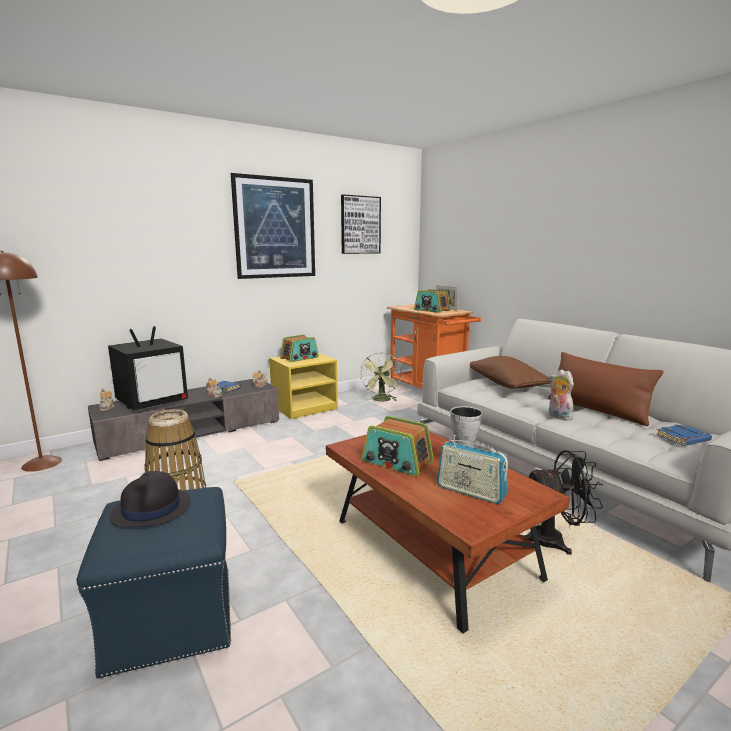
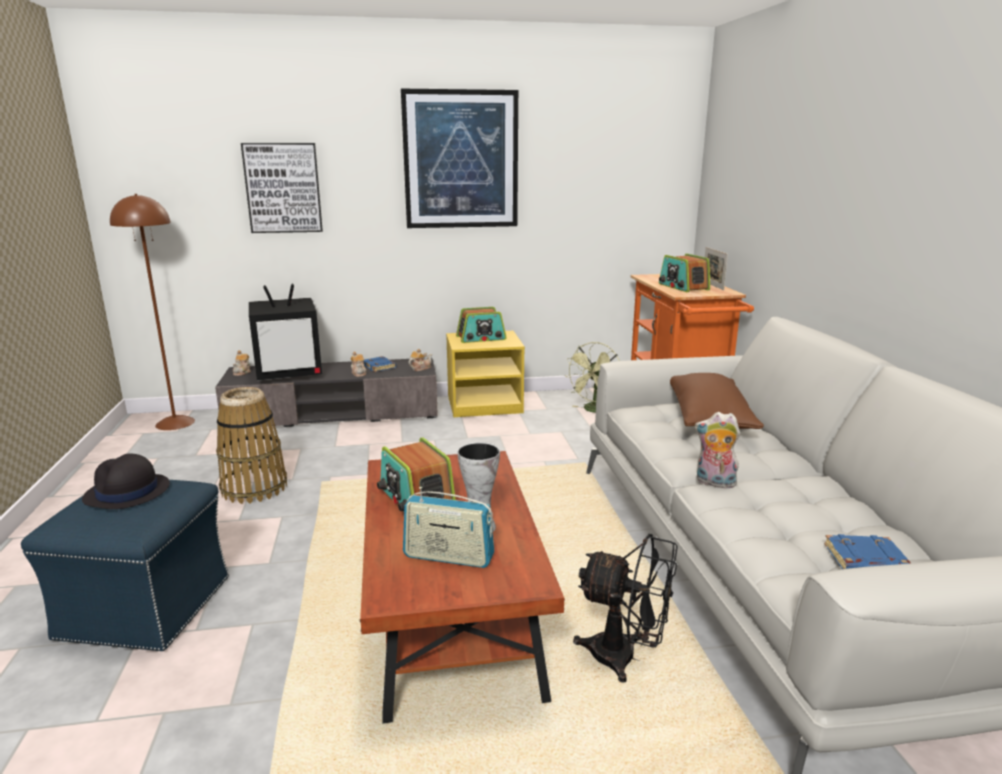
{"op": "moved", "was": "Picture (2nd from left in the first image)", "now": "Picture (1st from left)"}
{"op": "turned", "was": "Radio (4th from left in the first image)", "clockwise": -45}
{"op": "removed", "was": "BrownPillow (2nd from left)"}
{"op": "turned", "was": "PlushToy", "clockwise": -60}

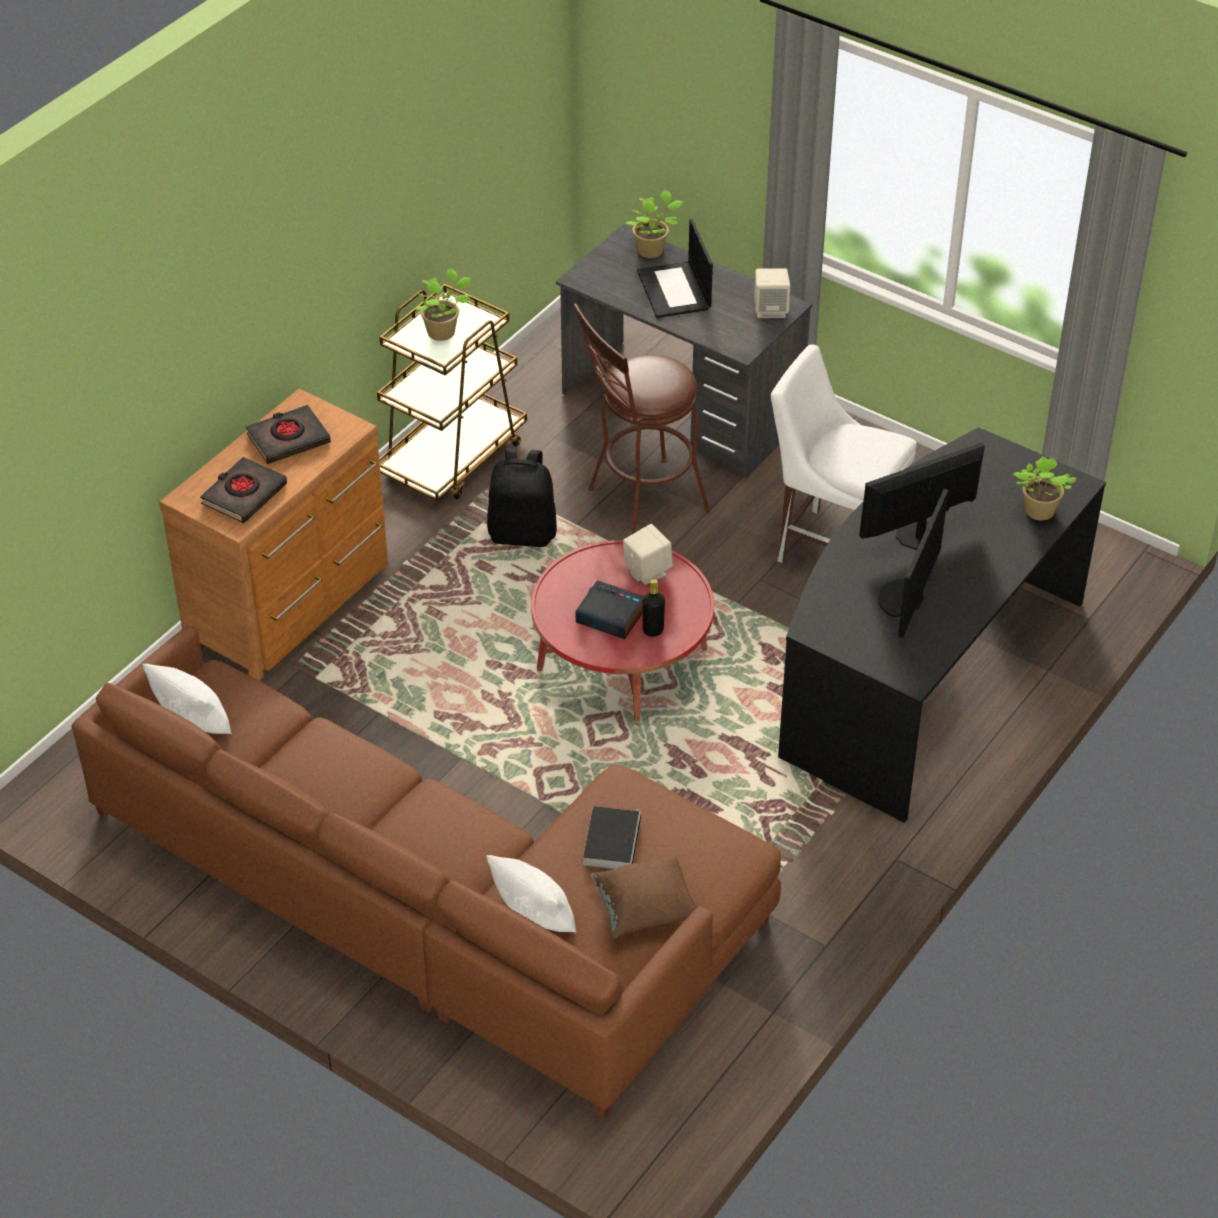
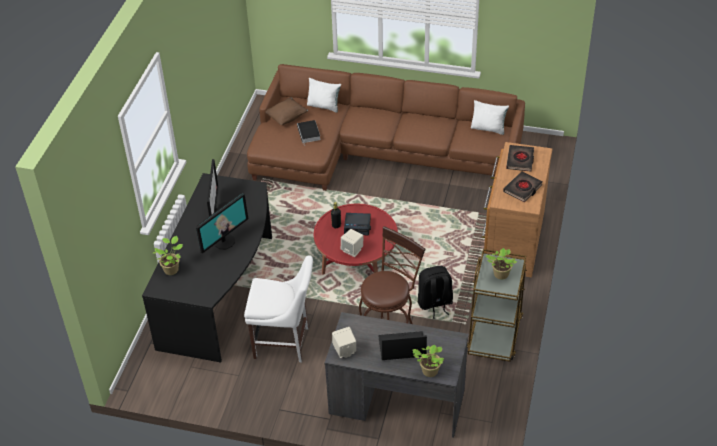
{"op": "turned", "was": "Laptop", "clockwise": -60}

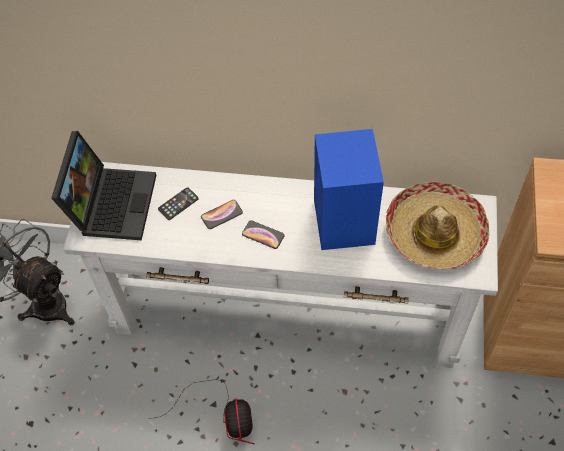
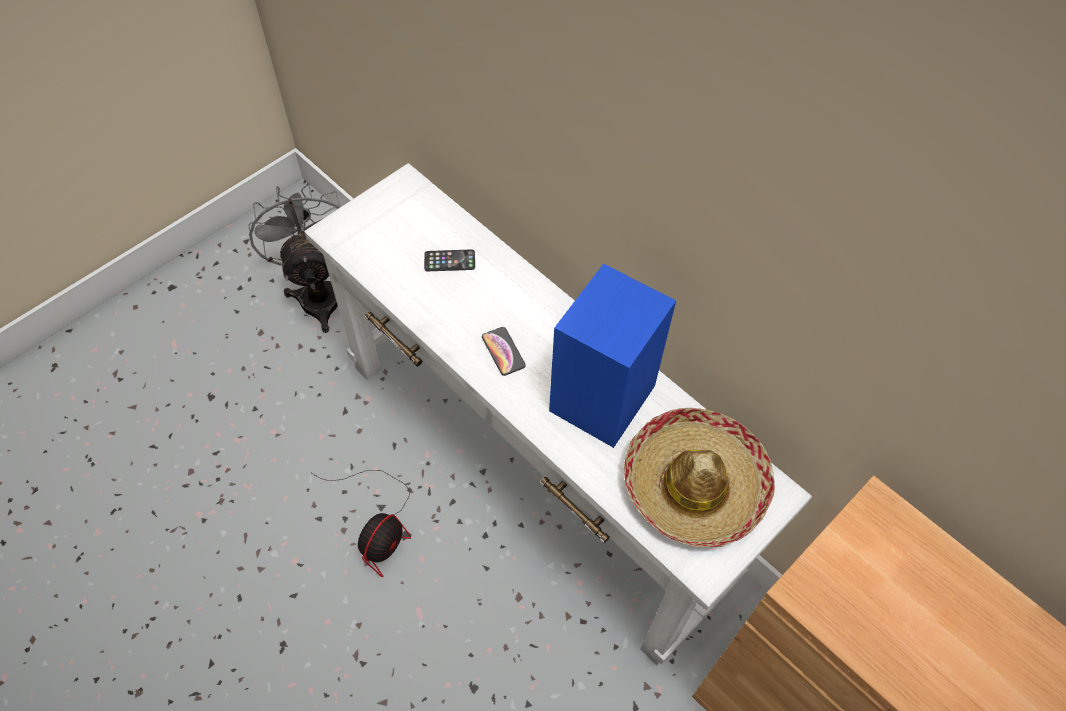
{"op": "removed", "was": "Laptop"}
{"op": "removed", "was": "Phone (2nd from left)"}

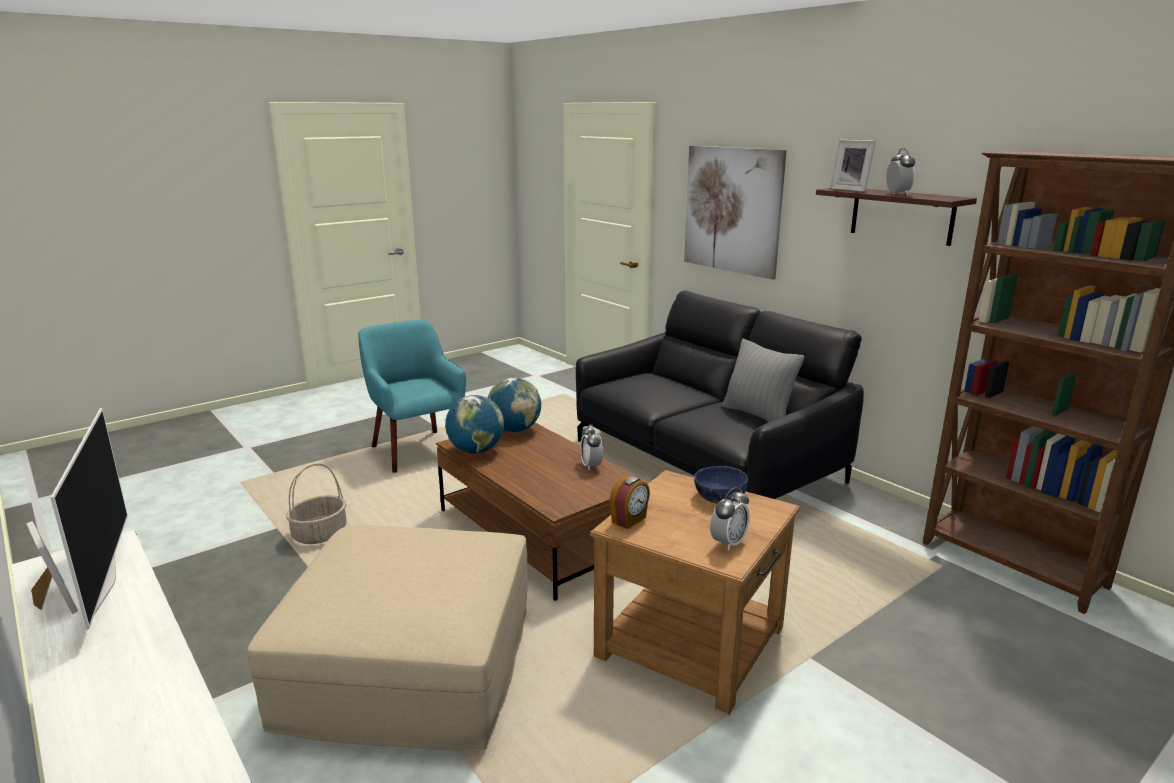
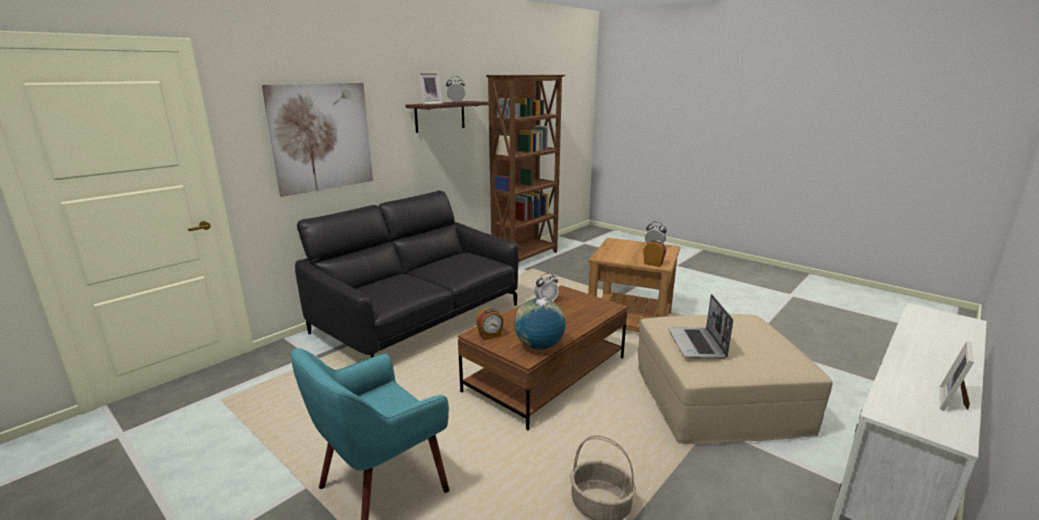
{"op": "removed", "was": "Television"}
{"op": "replaced", "was": "Globe (2nd from left)", "now": "AlarmClock (2nd from left)"}
{"op": "removed", "was": "BlueBowl"}
{"op": "removed", "was": "GreyPillow"}
{"op": "added", "now": "Laptop"}

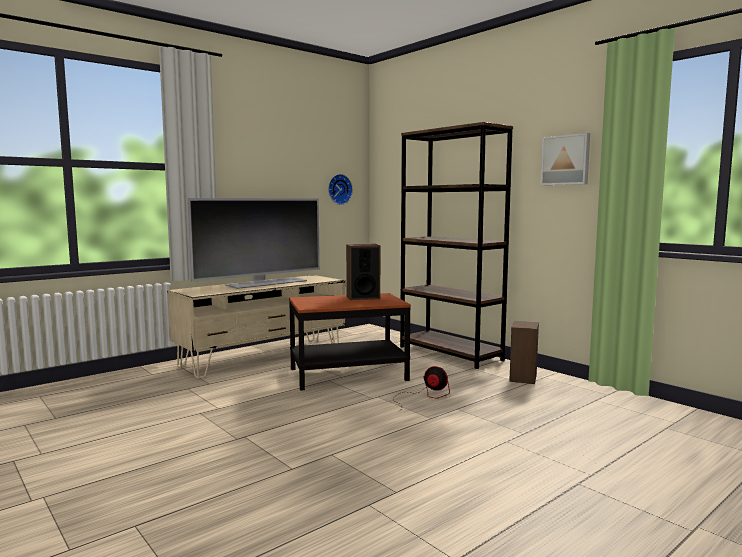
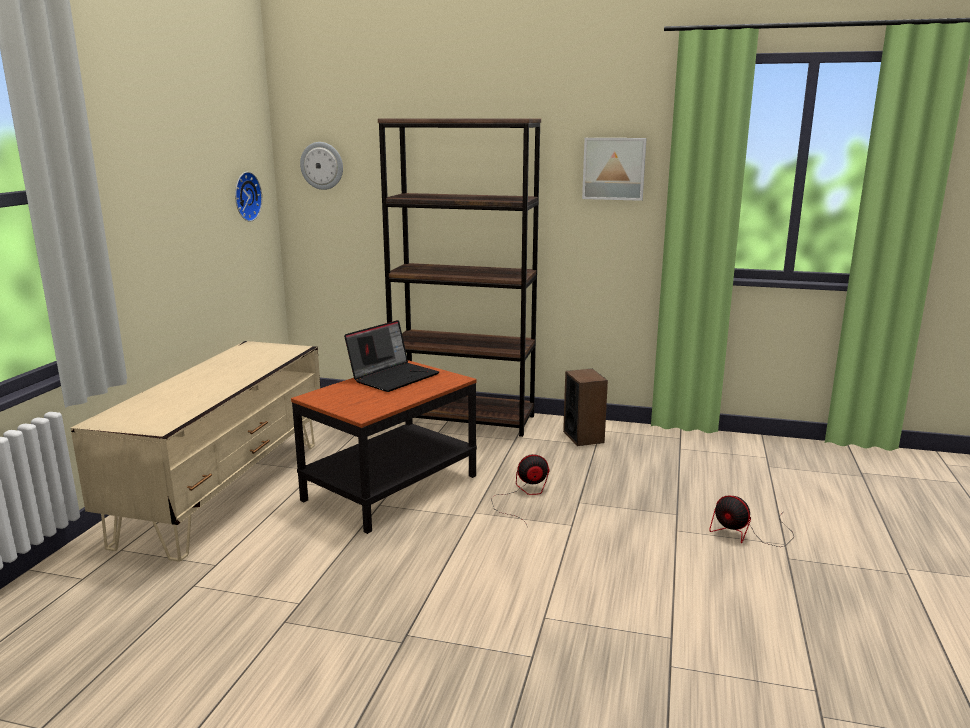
{"op": "removed", "was": "Television"}
{"op": "replaced", "was": "Speaker (1st from left)", "now": "Laptop"}
{"op": "added", "now": "WallClock (2nd from left)"}
{"op": "added", "now": "Fan (2nd from left)"}

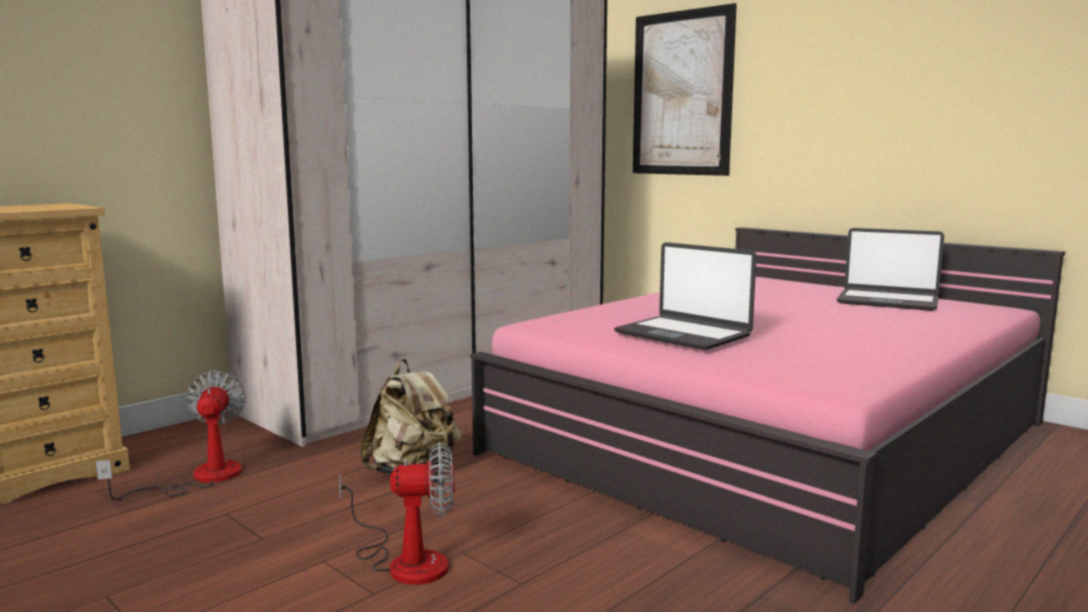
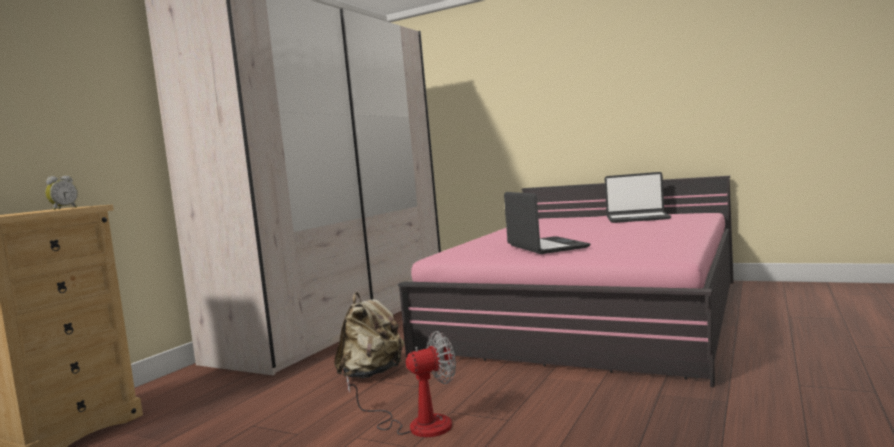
{"op": "removed", "was": "Fan (1st from left)"}
{"op": "turned", "was": "Laptop (1st from left)", "clockwise": -135}
{"op": "removed", "was": "Picture"}
{"op": "added", "now": "AlarmClock"}

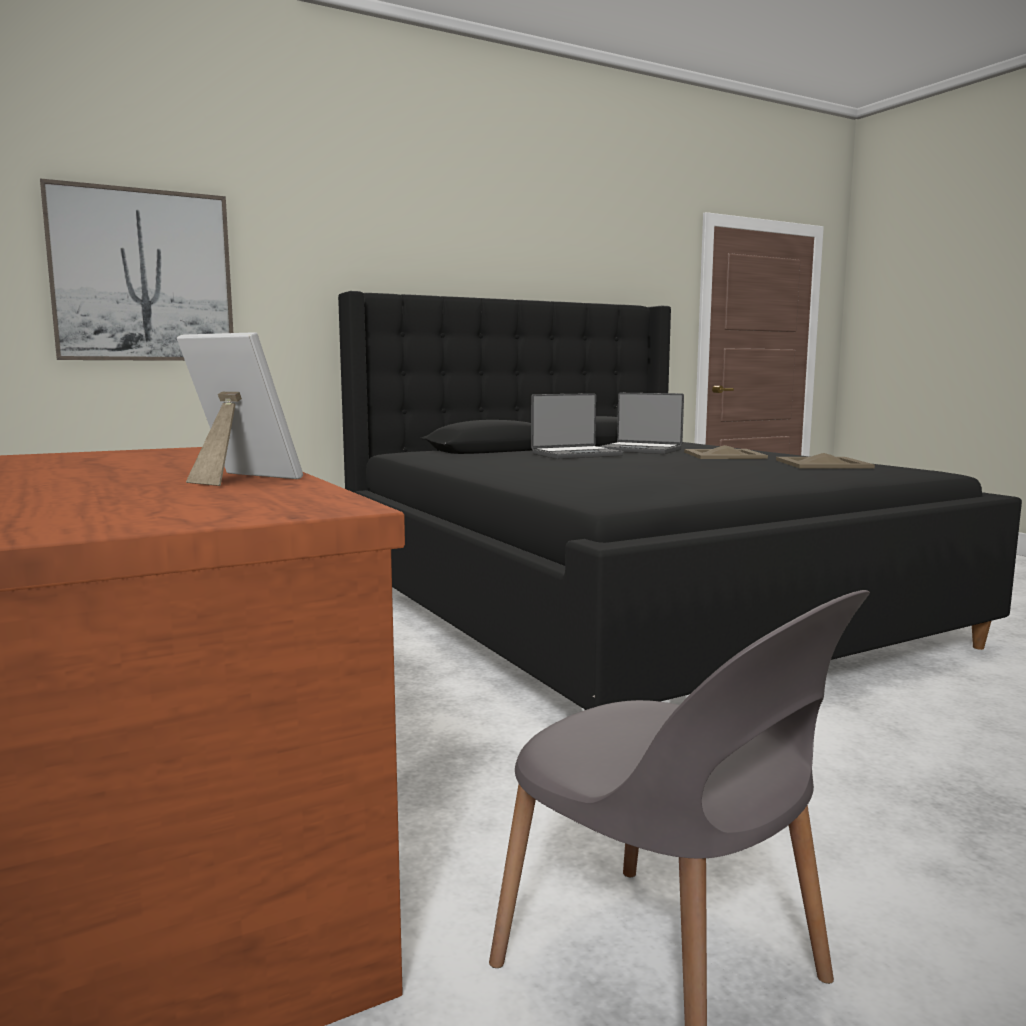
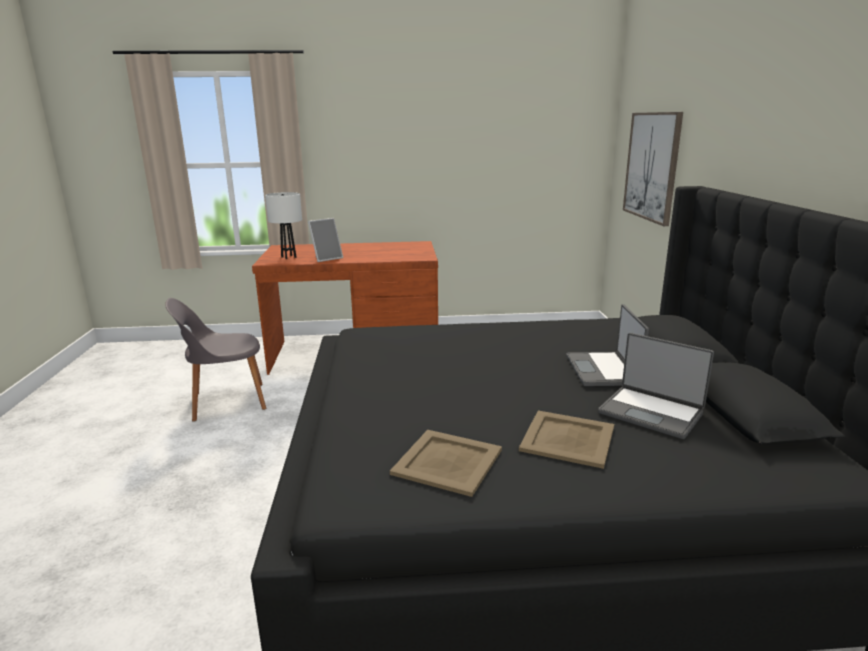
{"op": "turned", "was": "Laptop (2nd from left)", "clockwise": -105}
{"op": "added", "now": "WhiteTableLamp"}

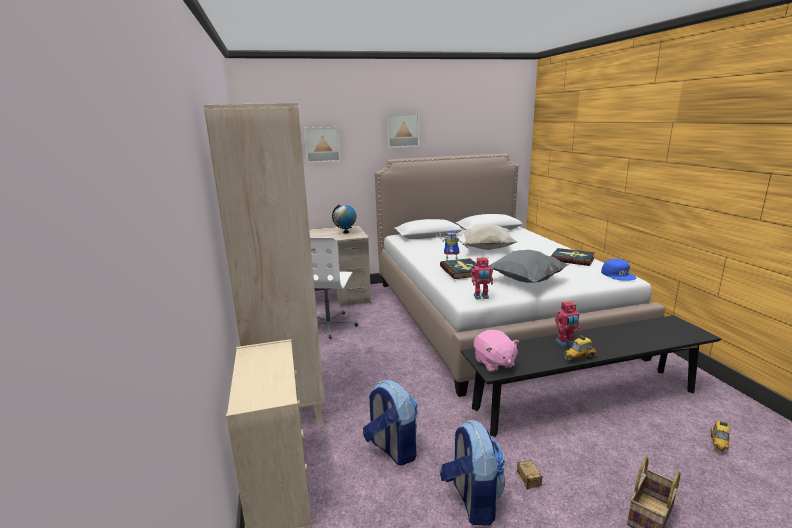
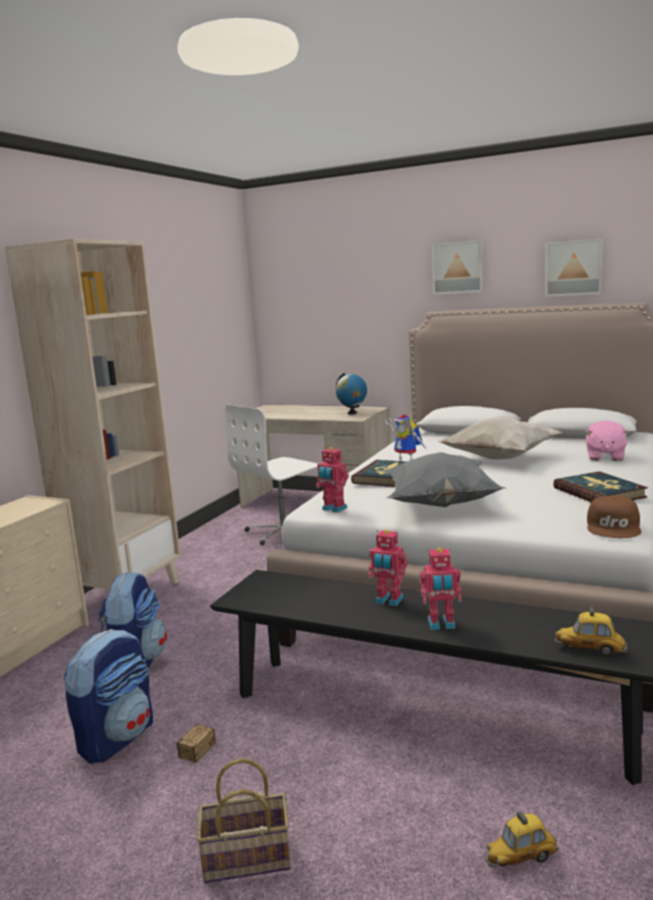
{"op": "moved", "was": "Picture (1st from left in the first image)", "now": "Picture (2nd from left)"}
{"op": "moved", "was": "PinkPlushToy"}
{"op": "moved", "was": "ToyCar (1st from left in the first image)", "now": "ToyCar (2nd from left)"}
{"op": "recoloured", "was": "BlueCap", "now": "BrownCap"}
{"op": "added", "now": "ToyRobot (4th from left)"}

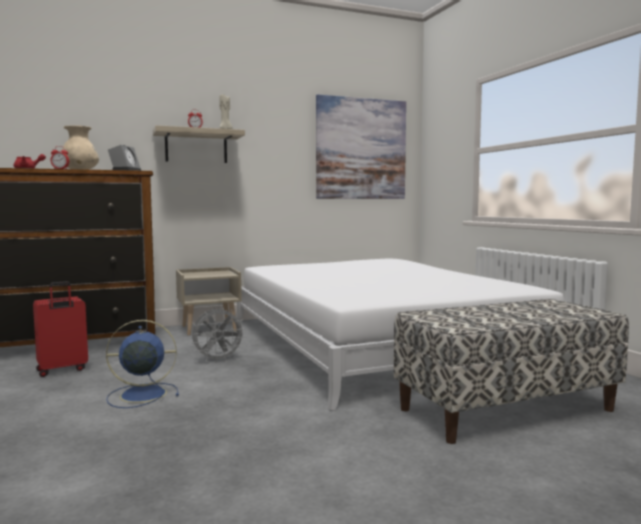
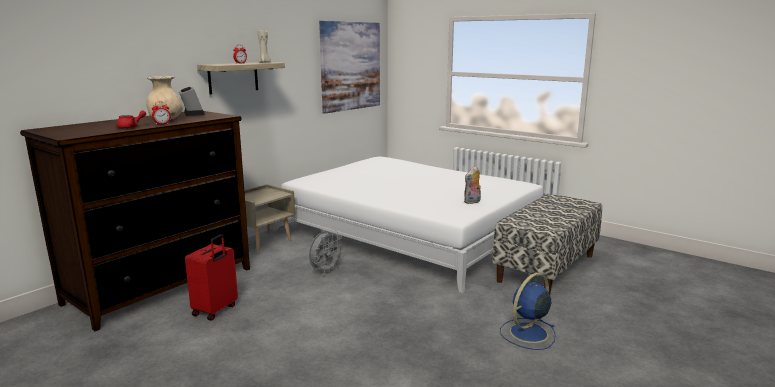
{"op": "moved", "was": "BlueFan"}
{"op": "added", "now": "PlushToy"}

